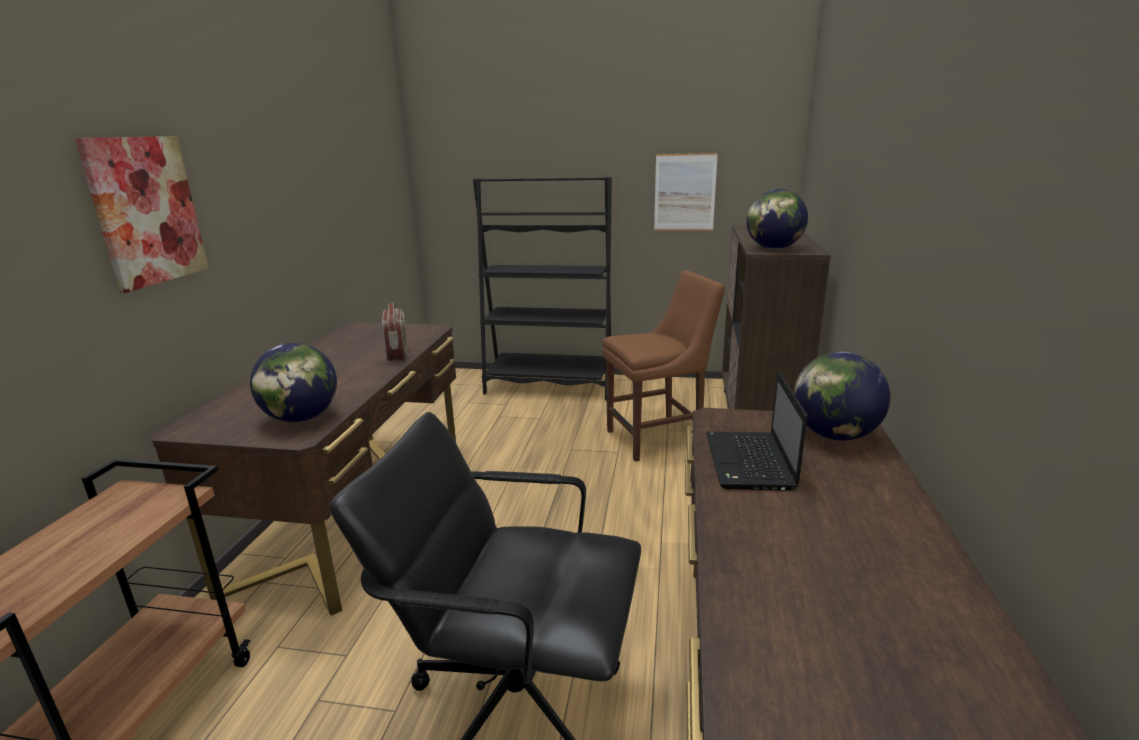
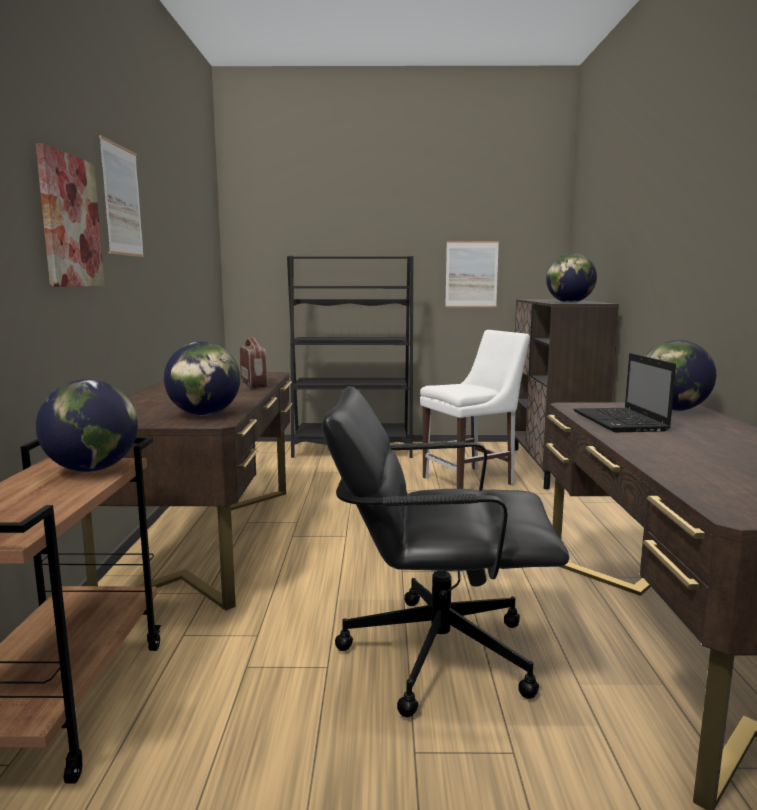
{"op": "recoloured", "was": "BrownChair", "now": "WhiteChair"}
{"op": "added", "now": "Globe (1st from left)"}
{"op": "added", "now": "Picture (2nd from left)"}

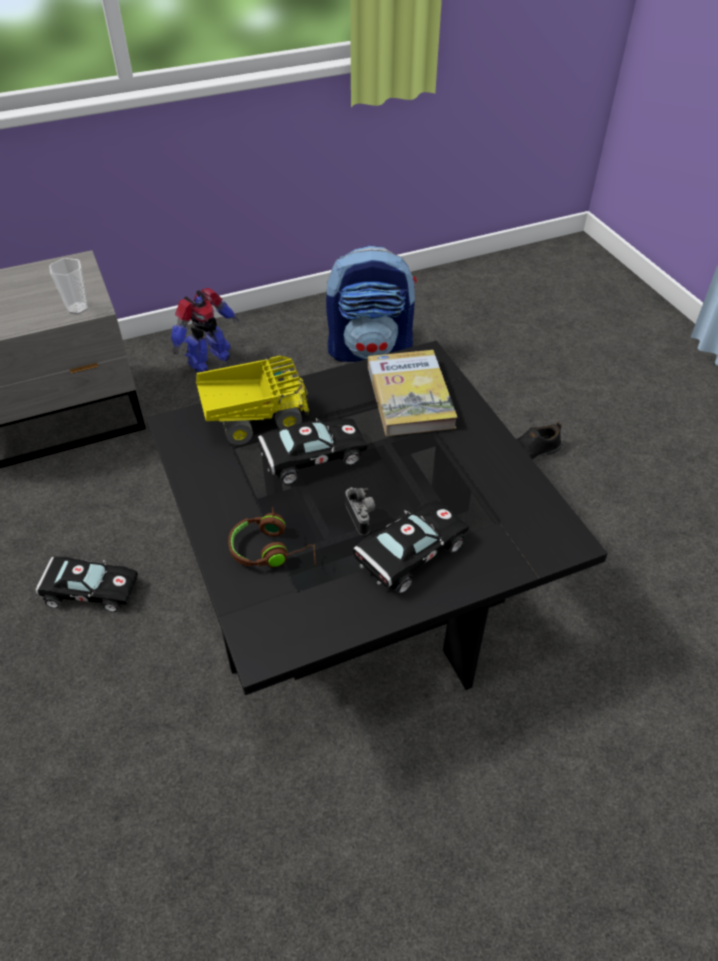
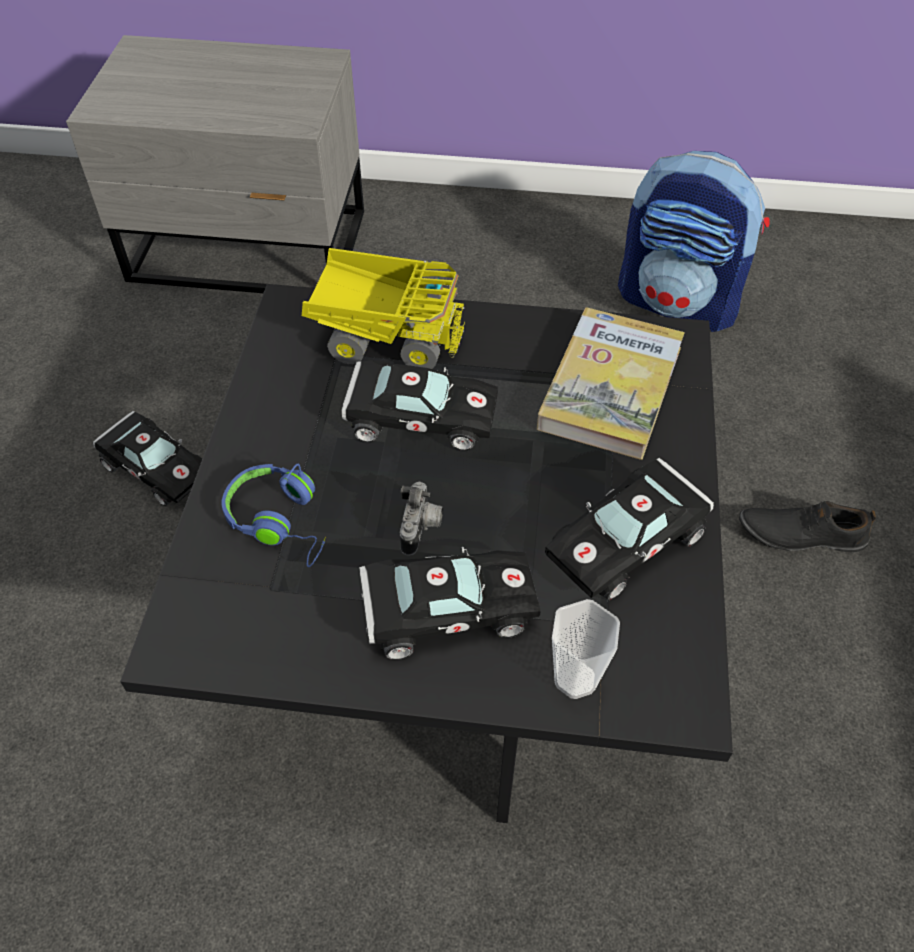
{"op": "moved", "was": "Cup"}
{"op": "removed", "was": "ToyRobot"}
{"op": "recoloured", "was": "BrownHeadphones", "now": "BlueHeadphones"}
{"op": "added", "now": "BlackToyCar (4th from left)"}

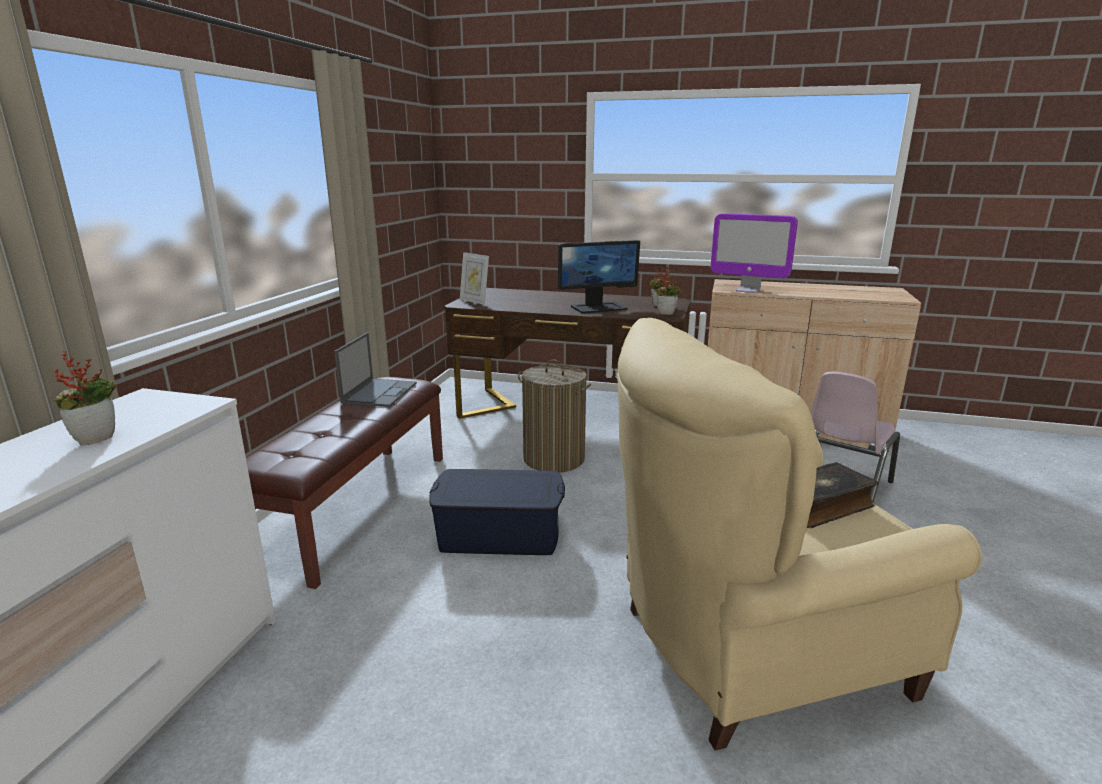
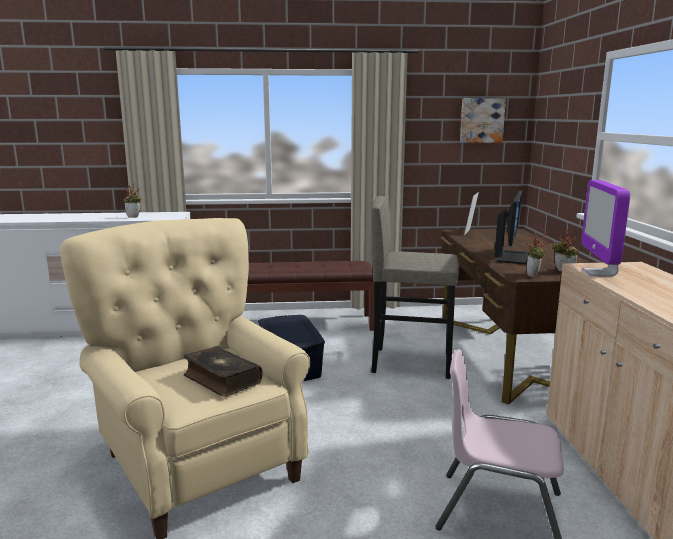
{"op": "removed", "was": "Laptop"}
{"op": "replaced", "was": "LaundryBasket", "now": "GreyStool"}
{"op": "turned", "was": "Monitor (1st from left)", "clockwise": -120}
{"op": "added", "now": "Picture"}

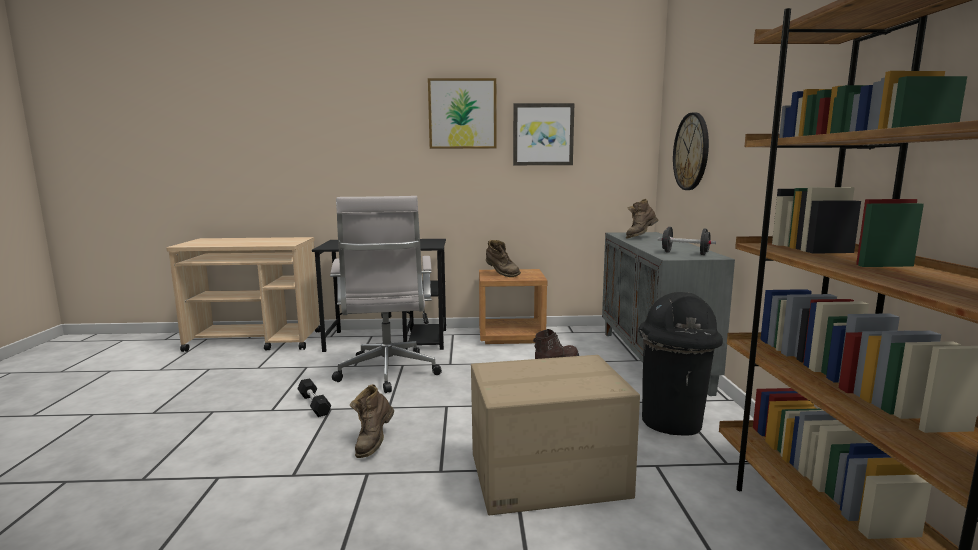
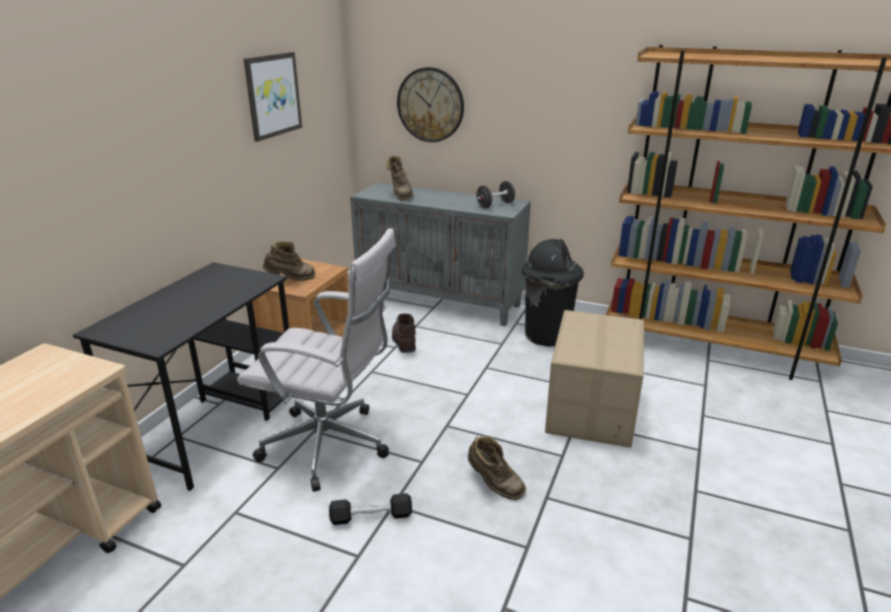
{"op": "removed", "was": "Picture (1st from left)"}

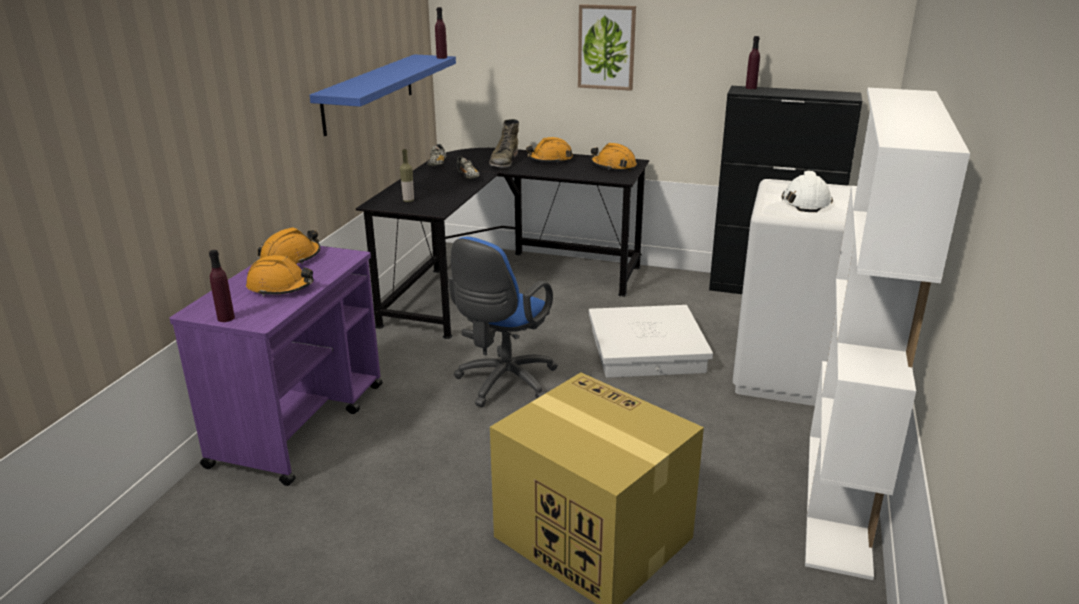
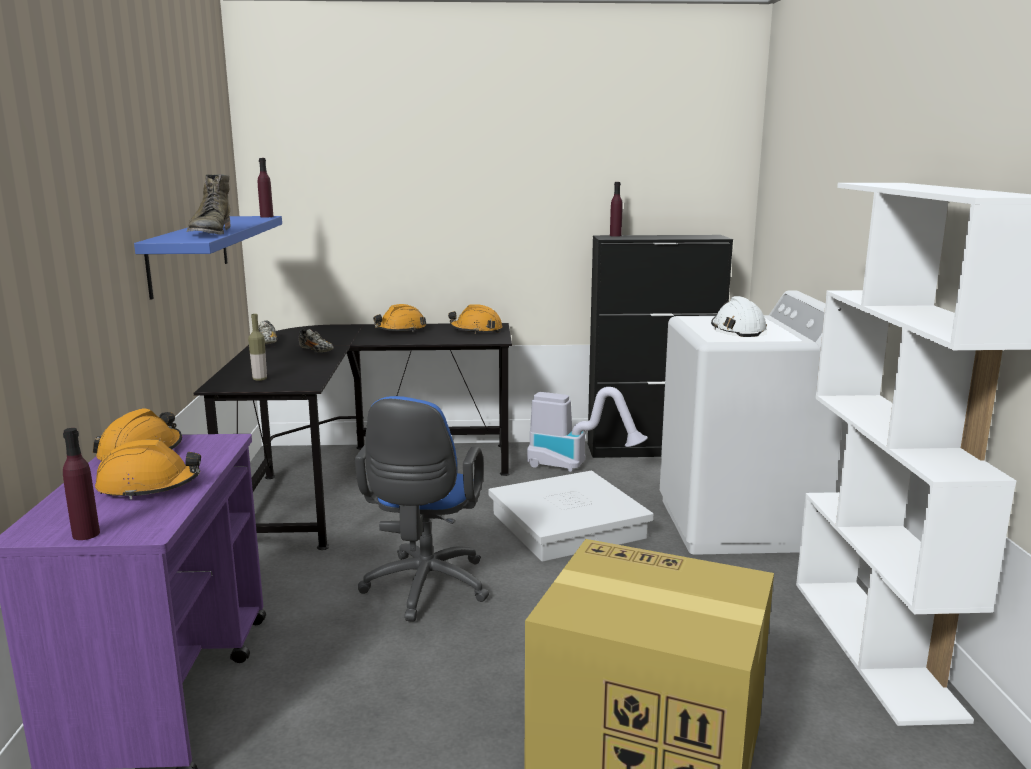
{"op": "moved", "was": "GreenBoot"}
{"op": "removed", "was": "Picture"}
{"op": "added", "now": "VacuumCleaner"}

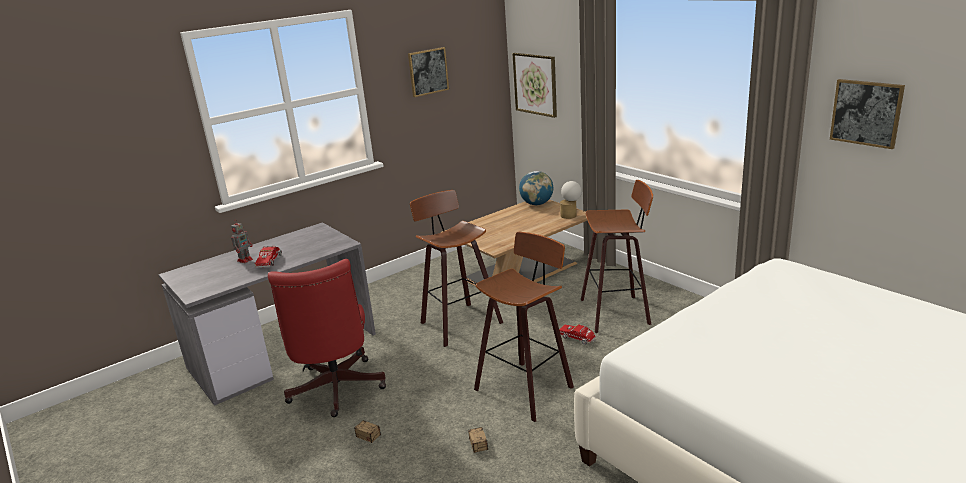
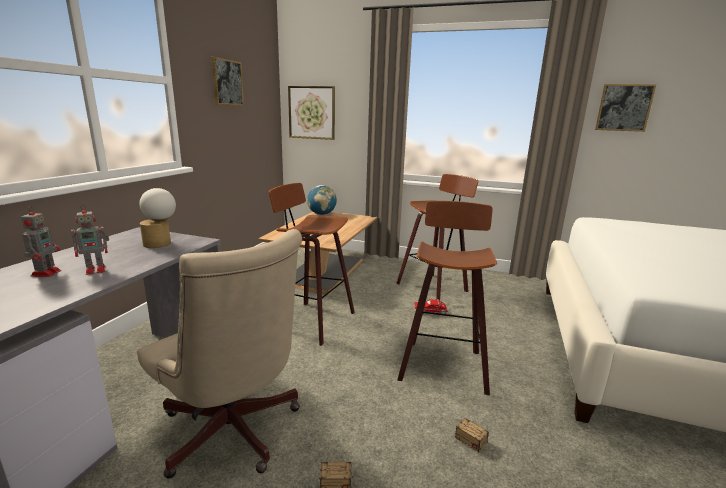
{"op": "replaced", "was": "ToyTruck (1st from left)", "now": "ToyRobot (2nd from left)"}
{"op": "recoloured", "was": "RedOfficeChair", "now": "BeigeOfficeChair"}
{"op": "moved", "was": "TableLamp"}

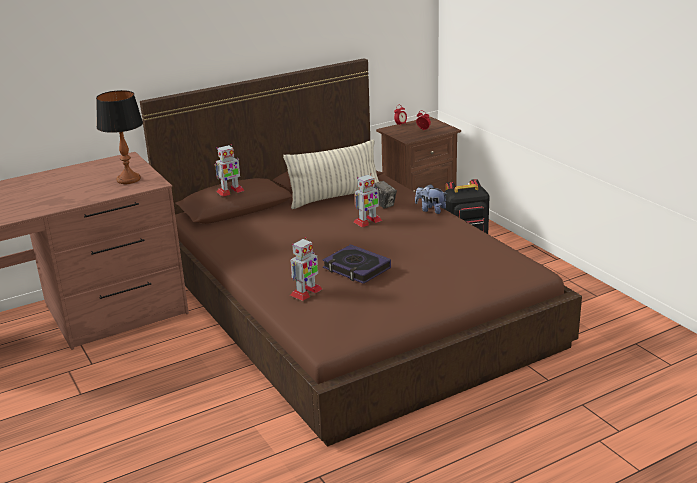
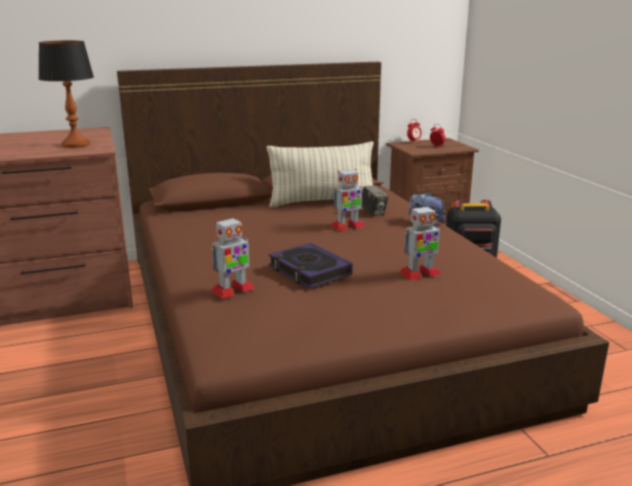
{"op": "moved", "was": "ToyRobot (1st from left in the first image)", "now": "ToyRobot (3rd from left)"}

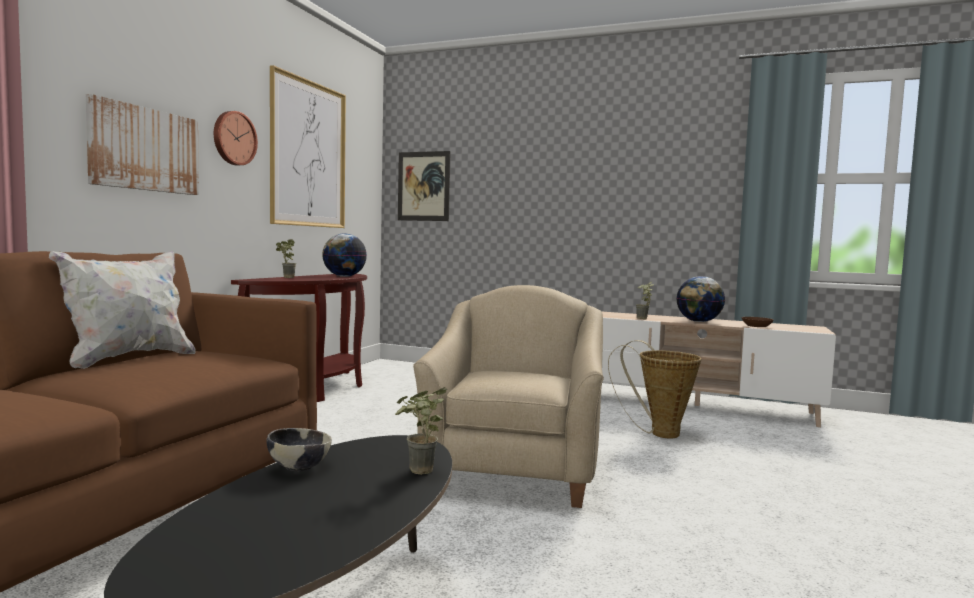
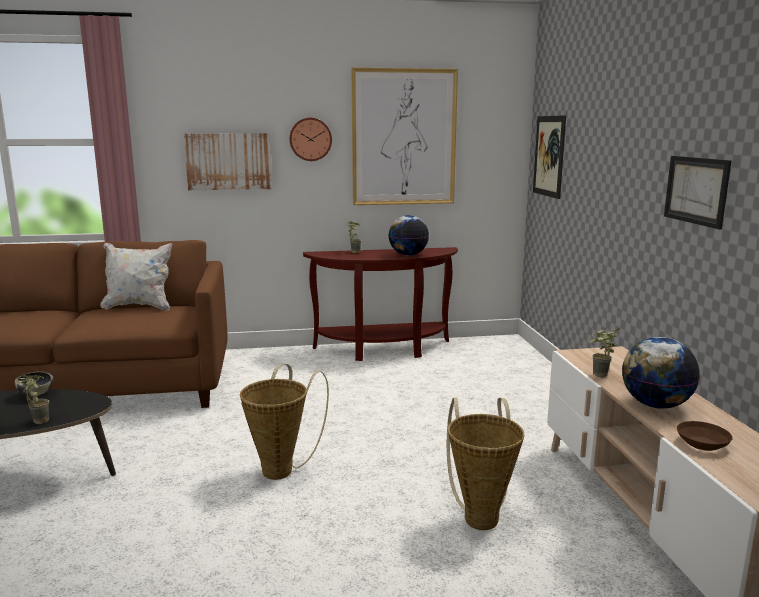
{"op": "replaced", "was": "BeigeArmchair", "now": "Basket (1st from left)"}
{"op": "added", "now": "Picture (4th from left)"}

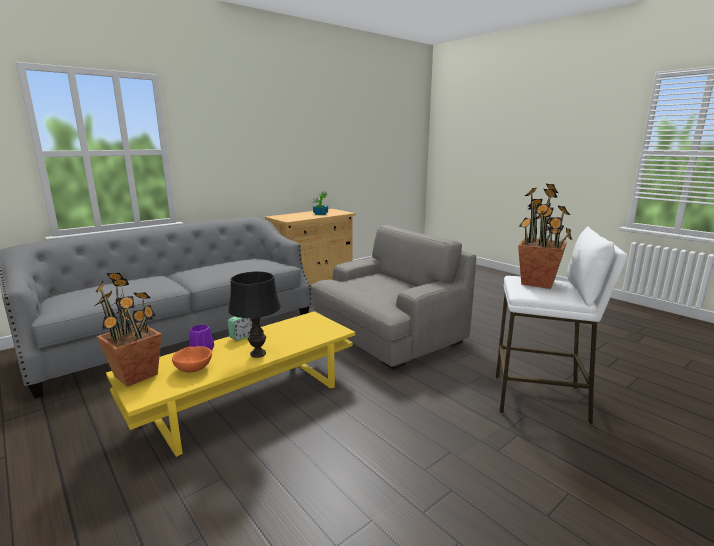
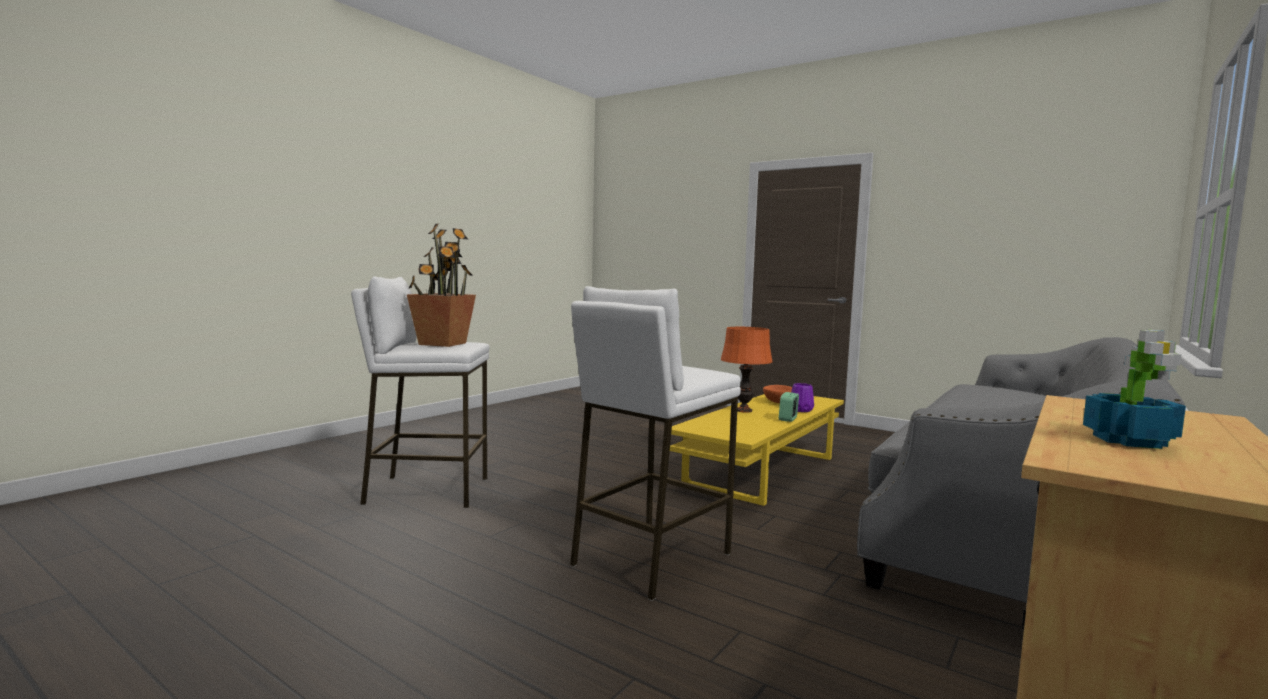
{"op": "removed", "was": "PottedPlant (1st from left)"}
{"op": "recoloured", "was": "BlackTableLamp", "now": "OrangeTableLamp"}
{"op": "replaced", "was": "GreyArmchair", "now": "WhiteStool (2nd from left)"}

